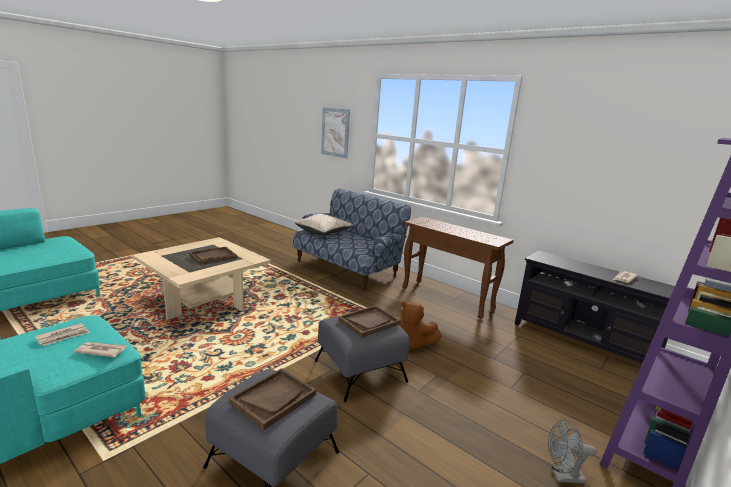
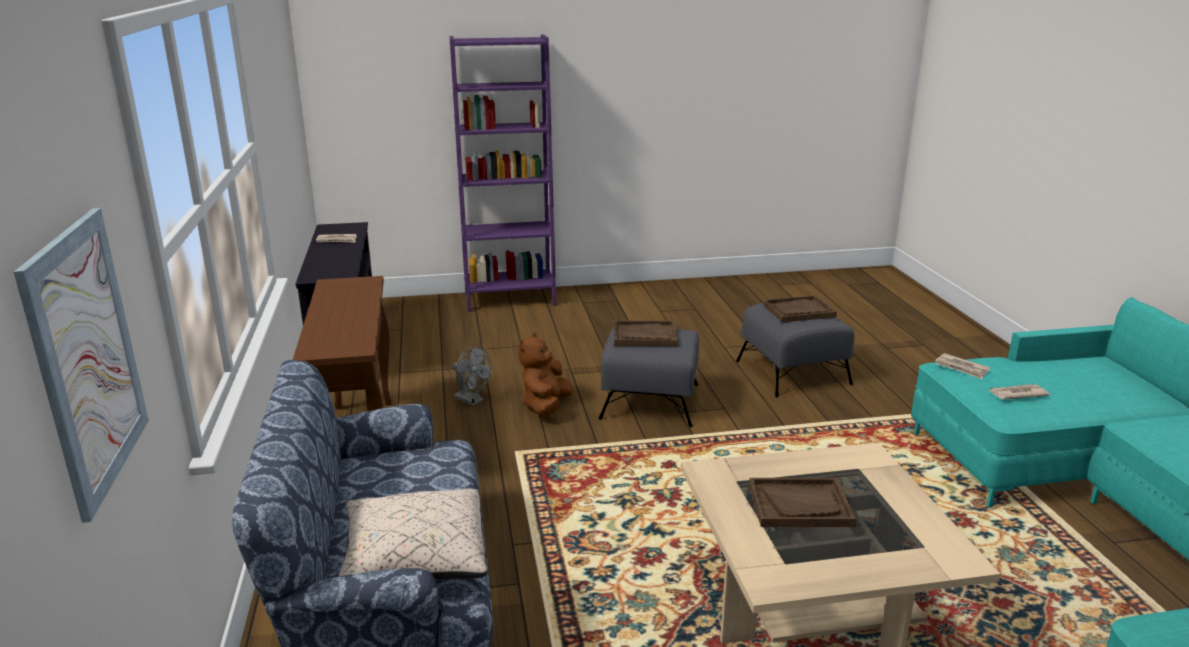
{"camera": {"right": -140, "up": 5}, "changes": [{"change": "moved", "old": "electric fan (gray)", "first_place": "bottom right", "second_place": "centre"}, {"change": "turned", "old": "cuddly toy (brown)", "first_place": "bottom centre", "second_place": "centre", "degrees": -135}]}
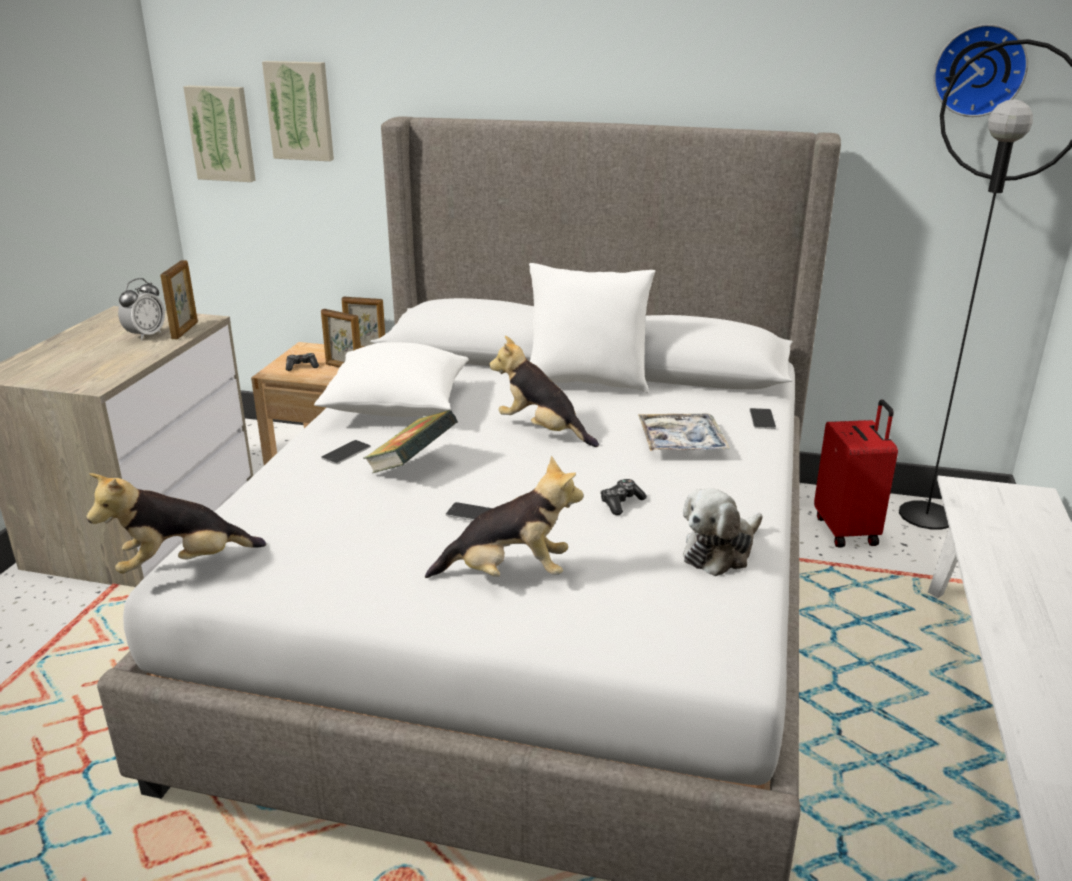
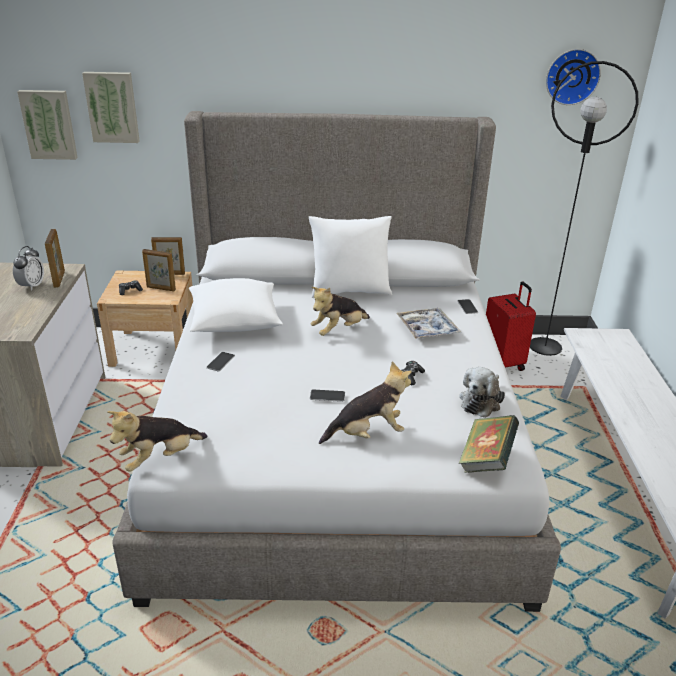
{"camera": {"right": -15, "up": 5}, "changes": [{"change": "moved", "old": "bound book", "first_place": "centre", "second_place": "middle right"}, {"change": "turned", "old": "cuddly toy (3rd from left in the first image)", "first_place": "centre", "second_place": "centre", "degrees": -60}]}
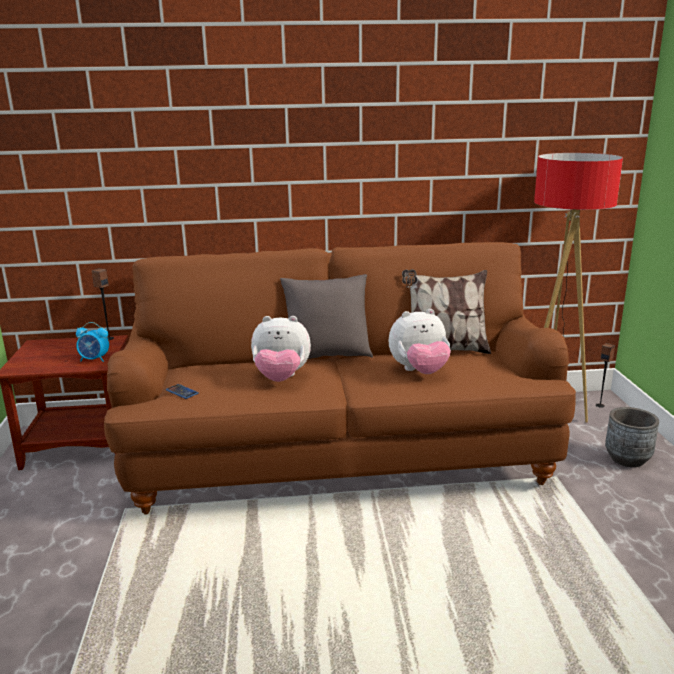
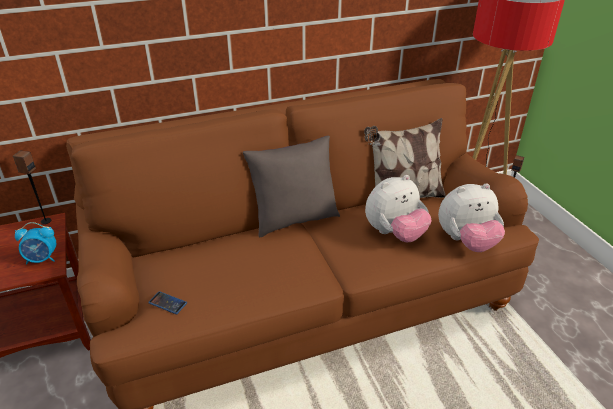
{"camera": {"right": -15, "up": 15}, "changes": [{"change": "removed", "old": "plant pot (gray)", "first_place": "middle right"}, {"change": "moved", "old": "cuddly toy (1st from left in the first image)", "new": "cuddly toy (2nd from left)", "first_place": "centre", "second_place": "middle right"}]}
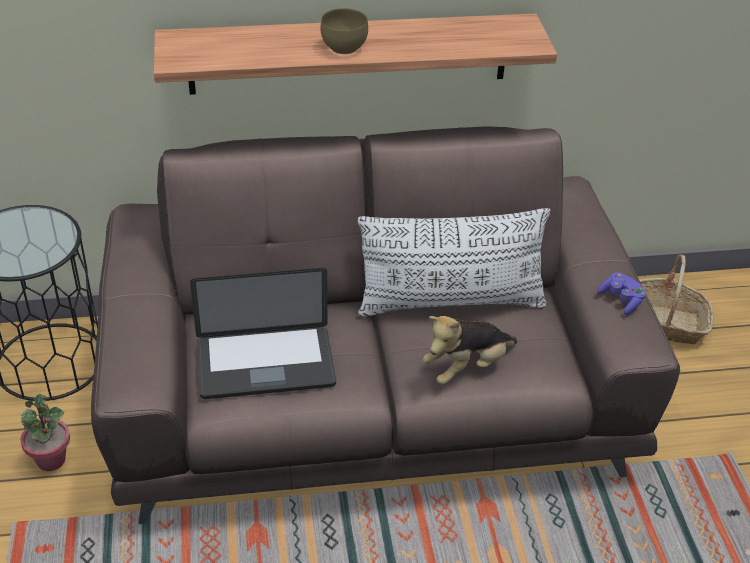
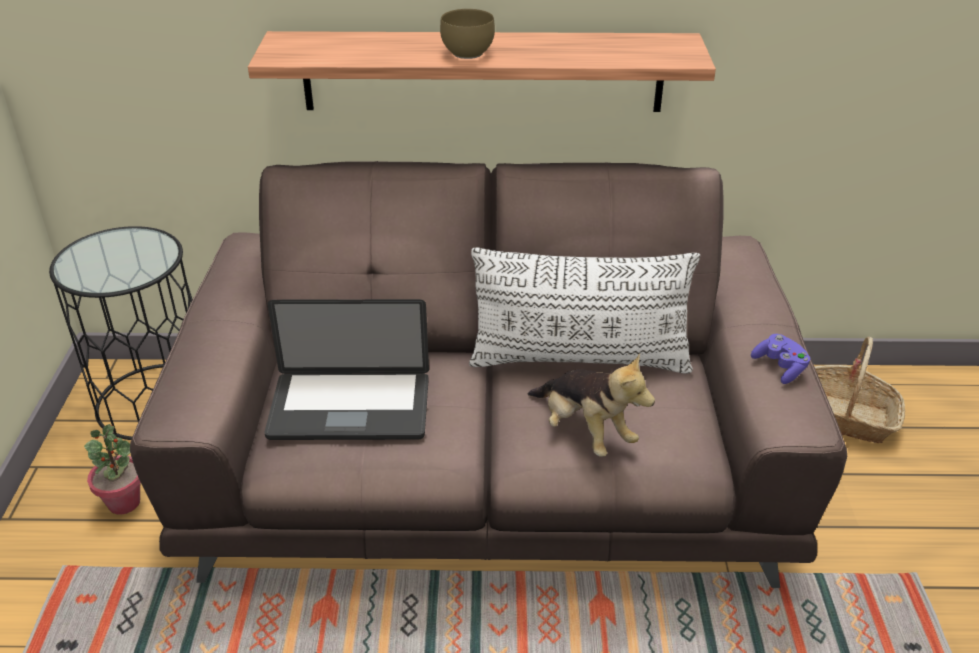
{"camera": {"right": 10, "up": -5}, "changes": [{"change": "turned", "old": "cuddly toy", "first_place": "centre", "second_place": "centre", "degrees": -105}]}
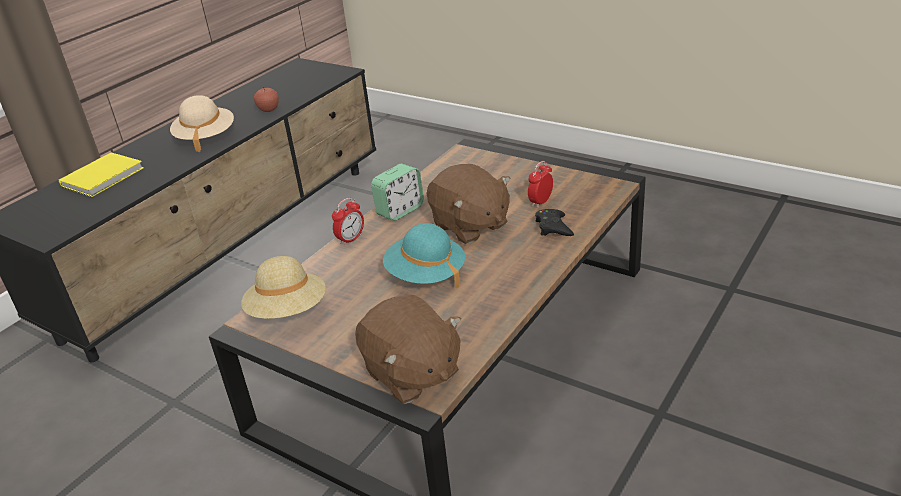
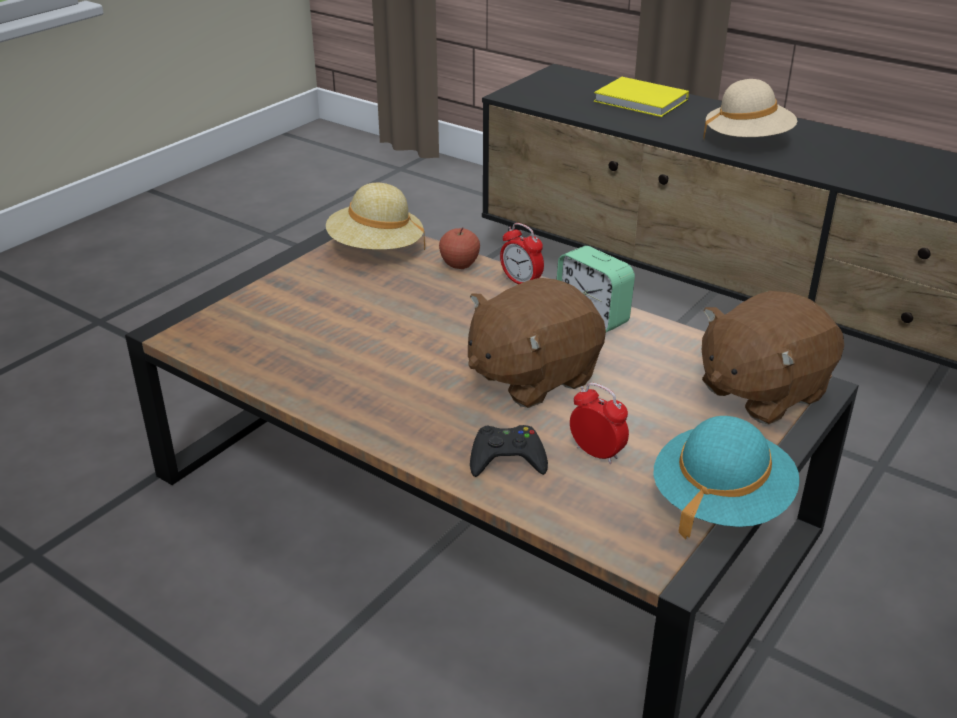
{"camera": {"right": 90, "up": 0}, "changes": [{"change": "moved", "old": "apple", "first_place": "top left", "second_place": "centre"}, {"change": "moved", "old": "cuddly toy (brown) (1st from left in the first image)", "new": "cuddly toy (brown) (2nd from left)", "first_place": "bottom centre", "second_place": "middle right"}, {"change": "moved", "old": "clothing hat (turquoise)", "first_place": "centre", "second_place": "middle right"}]}
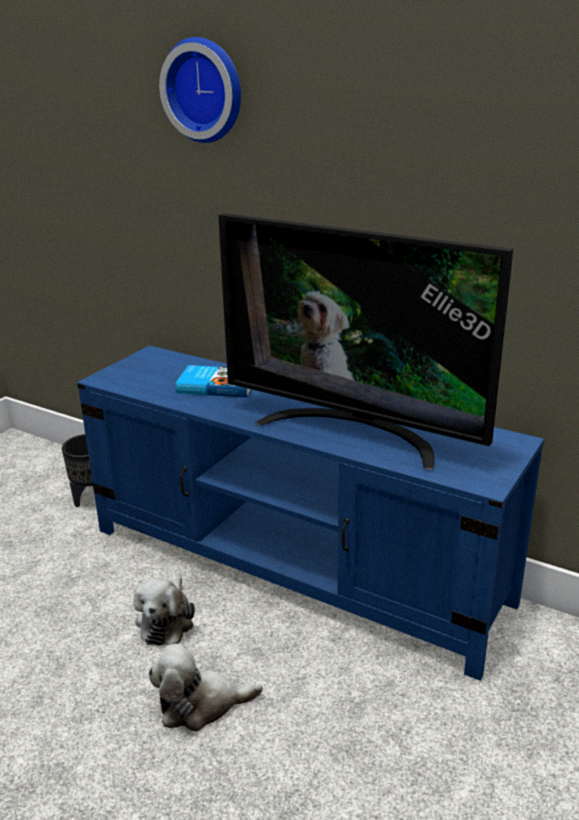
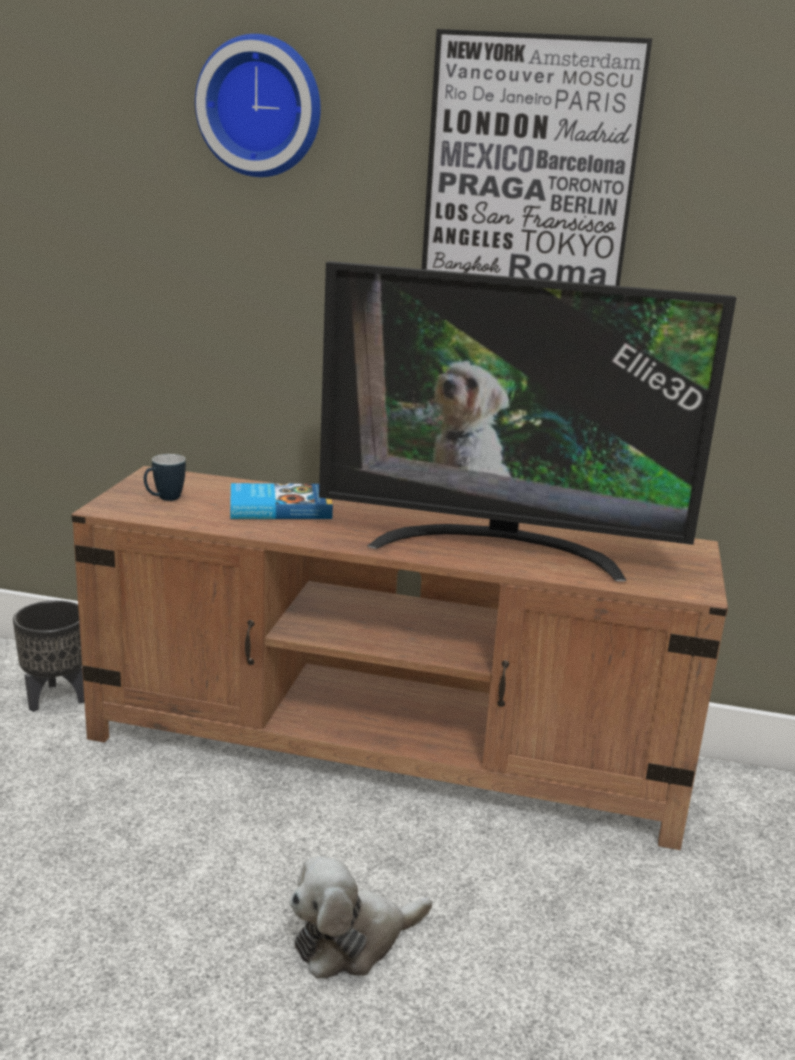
{"camera": {"right": -20, "up": -5}, "changes": [{"change": "removed", "old": "cuddly toy (1st from left)", "first_place": "bottom left"}, {"change": "added", "new": "mug", "second_place": "middle left"}, {"change": "added", "new": "wall picture", "second_place": "top right"}, {"change": "recoloured", "old": "media console (blue-coloured)", "new": "media console (brown)", "first_place": "centre", "second_place": "centre"}]}
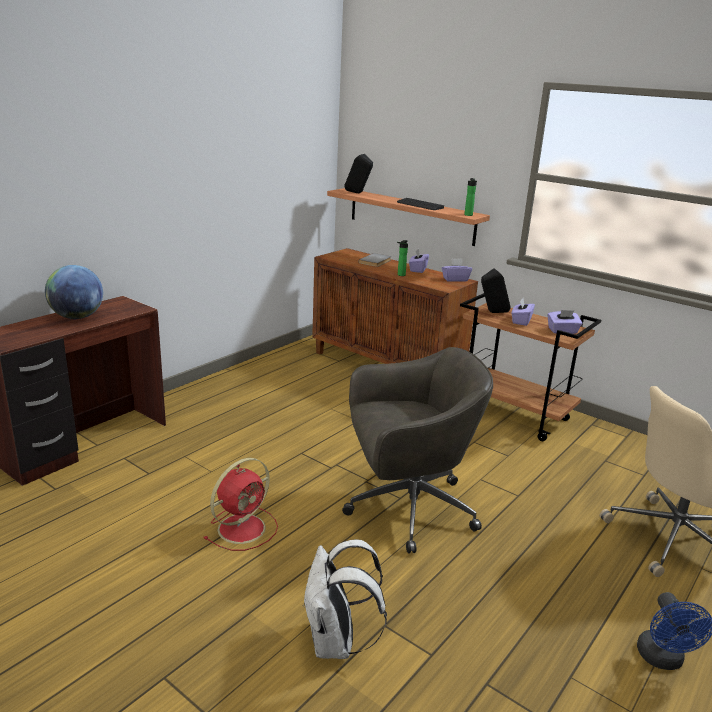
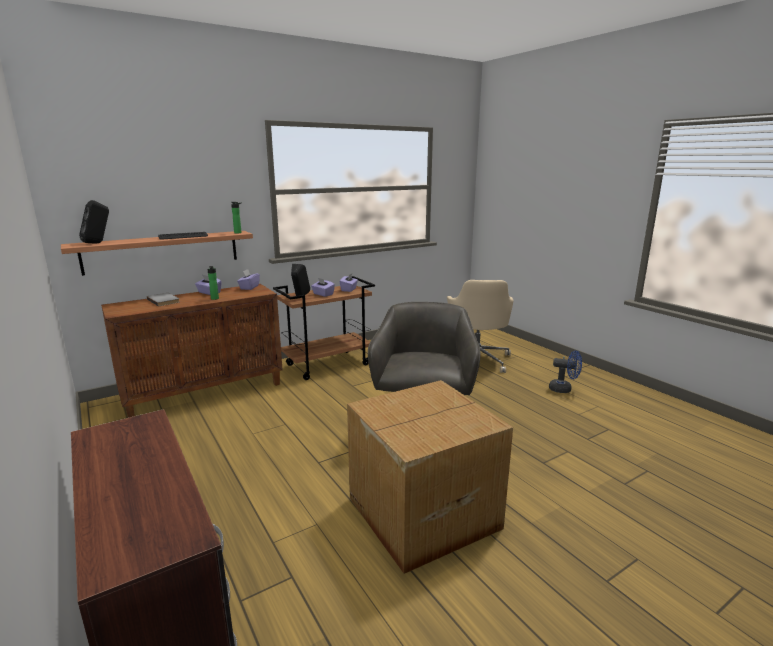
{"camera": {"right": -70, "up": -5}, "changes": [{"change": "removed", "old": "globe", "first_place": "middle left"}, {"change": "removed", "old": "rucksack (white-coloured)", "first_place": "bottom centre"}, {"change": "replaced", "old": "electric fan (reddish)", "new": "cardboard box", "first_place": "bottom centre", "second_place": "bottom centre"}]}
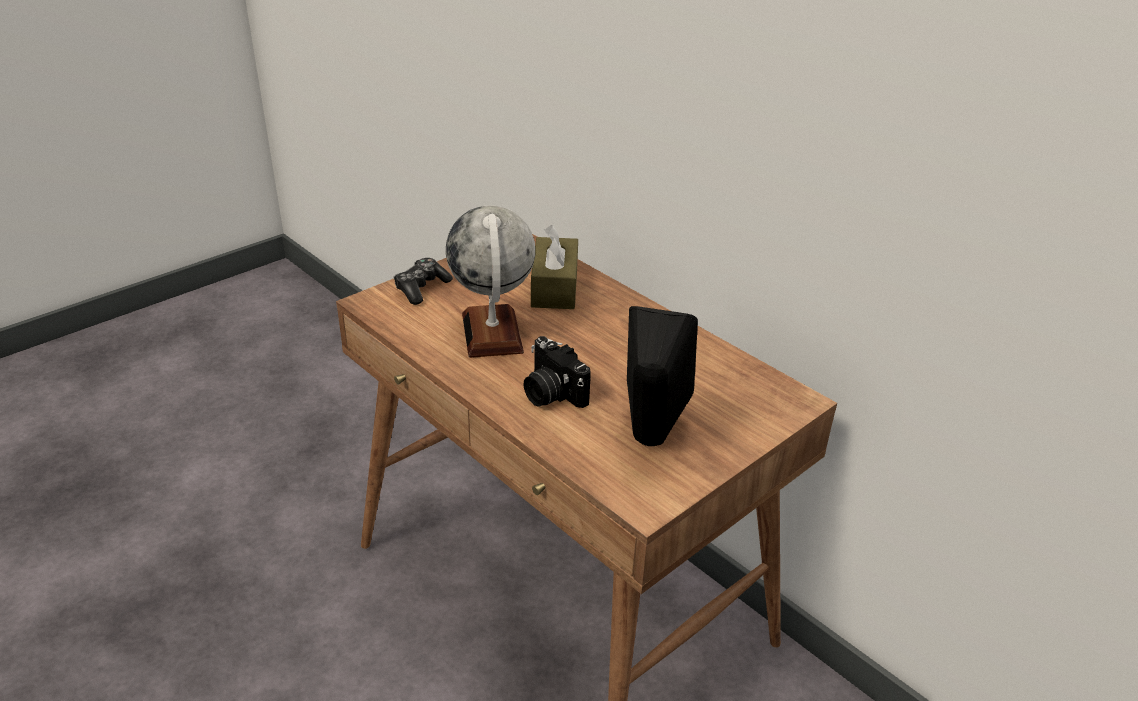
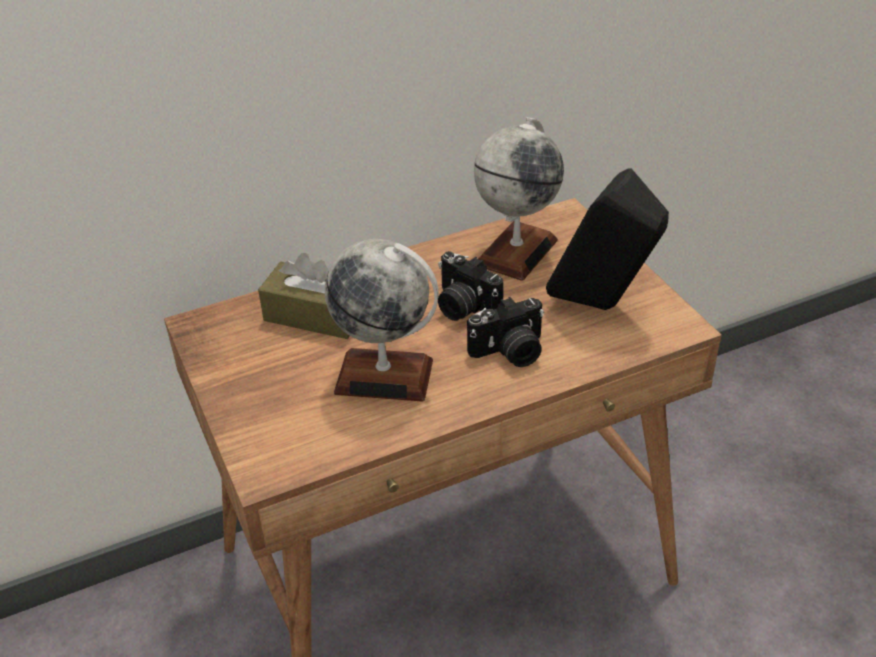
{"camera": {"right": -70, "up": 5}, "changes": [{"change": "removed", "old": "game controller", "first_place": "centre"}, {"change": "added", "new": "still camera (1st from left)", "second_place": "centre"}, {"change": "added", "new": "globe (2nd from left)", "second_place": "top centre"}]}
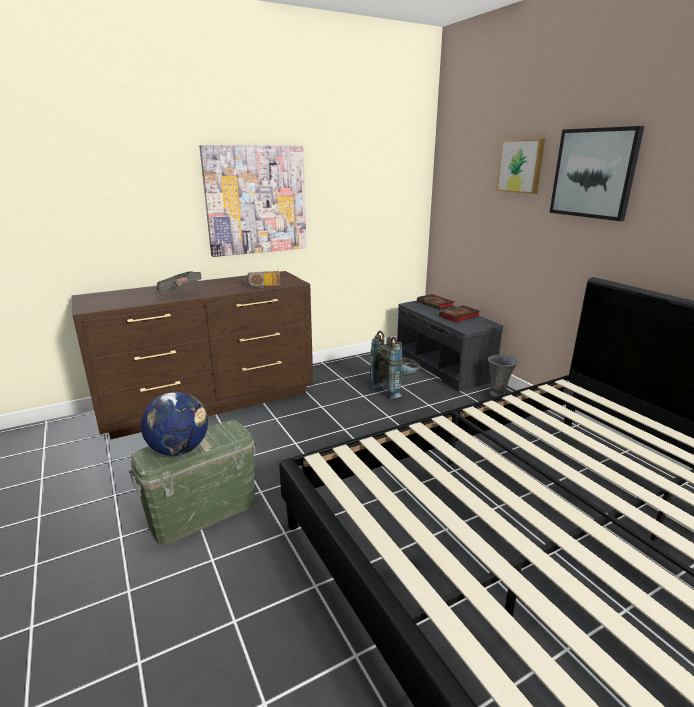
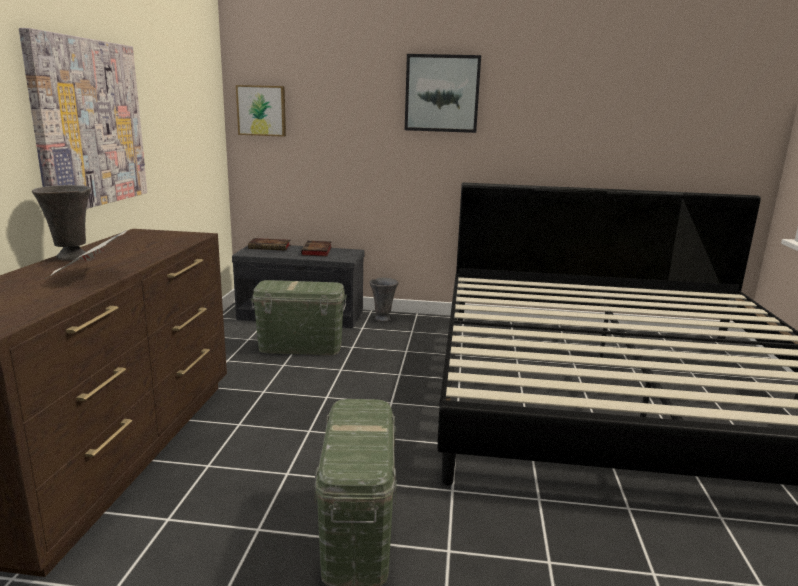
{"camera": {"right": -55, "up": -5}, "changes": [{"change": "removed", "old": "globe", "first_place": "middle left"}, {"change": "removed", "old": "radio set", "first_place": "centre"}, {"change": "added", "new": "flower vase (gray) (1st from left)", "second_place": "middle left"}, {"change": "moved", "old": "wall picture (2nd from left)", "first_place": "top right", "second_place": "top left"}, {"change": "replaced", "old": "rucksack (gray)", "new": "storage bin (green-coloured) (1st from left)", "first_place": "centre", "second_place": "centre"}]}
